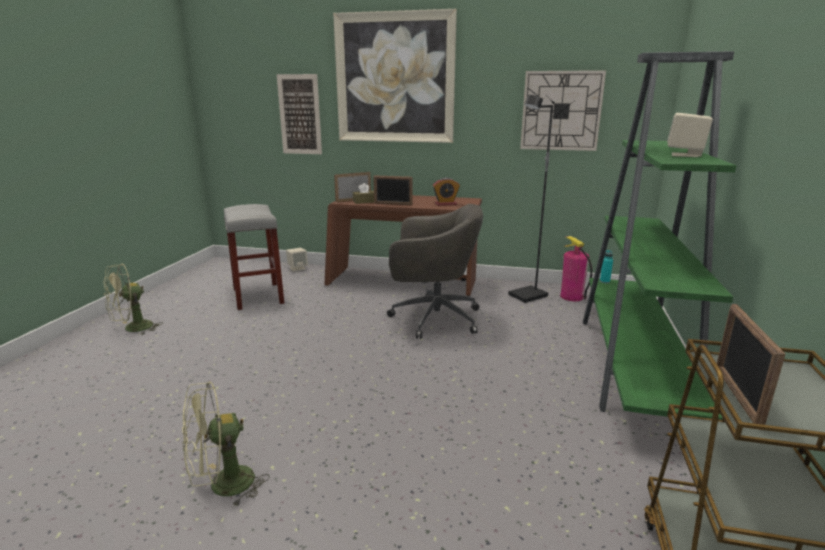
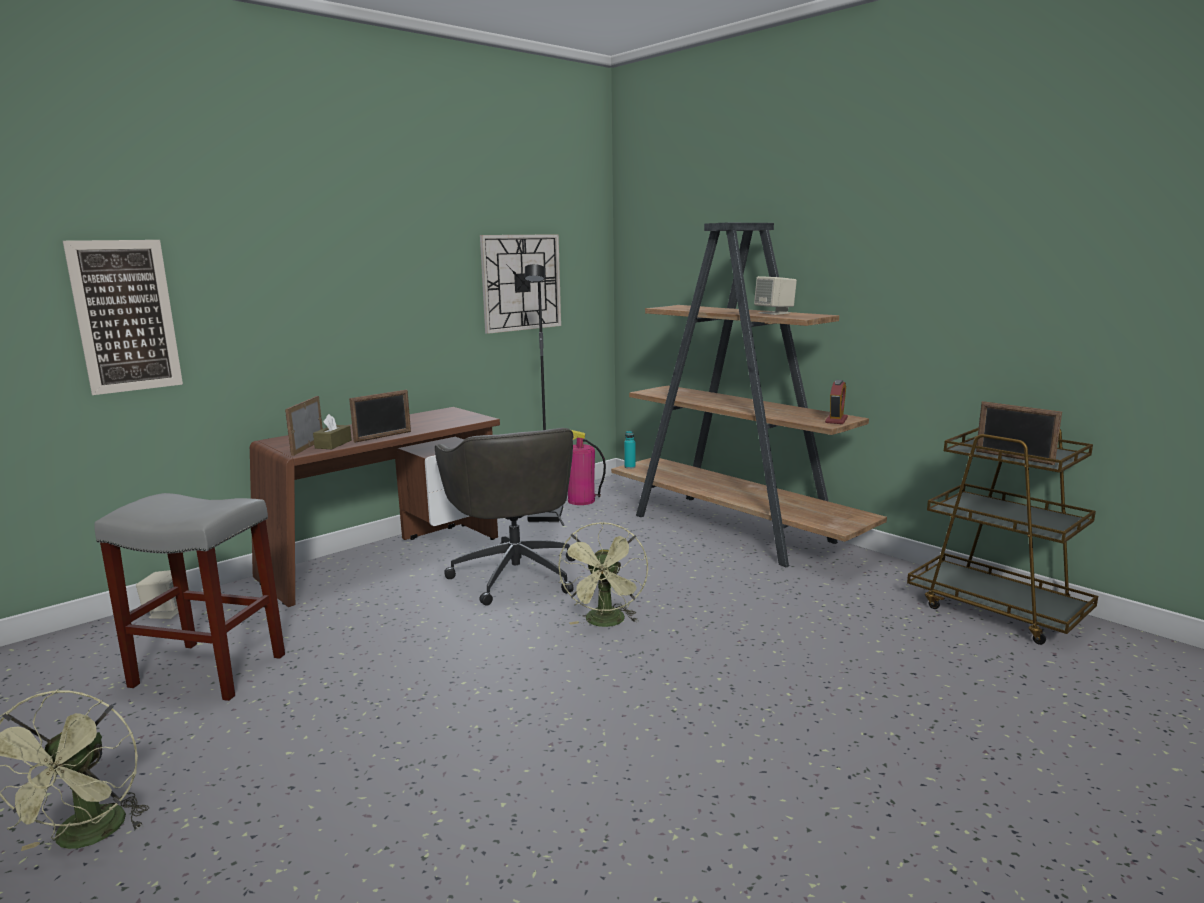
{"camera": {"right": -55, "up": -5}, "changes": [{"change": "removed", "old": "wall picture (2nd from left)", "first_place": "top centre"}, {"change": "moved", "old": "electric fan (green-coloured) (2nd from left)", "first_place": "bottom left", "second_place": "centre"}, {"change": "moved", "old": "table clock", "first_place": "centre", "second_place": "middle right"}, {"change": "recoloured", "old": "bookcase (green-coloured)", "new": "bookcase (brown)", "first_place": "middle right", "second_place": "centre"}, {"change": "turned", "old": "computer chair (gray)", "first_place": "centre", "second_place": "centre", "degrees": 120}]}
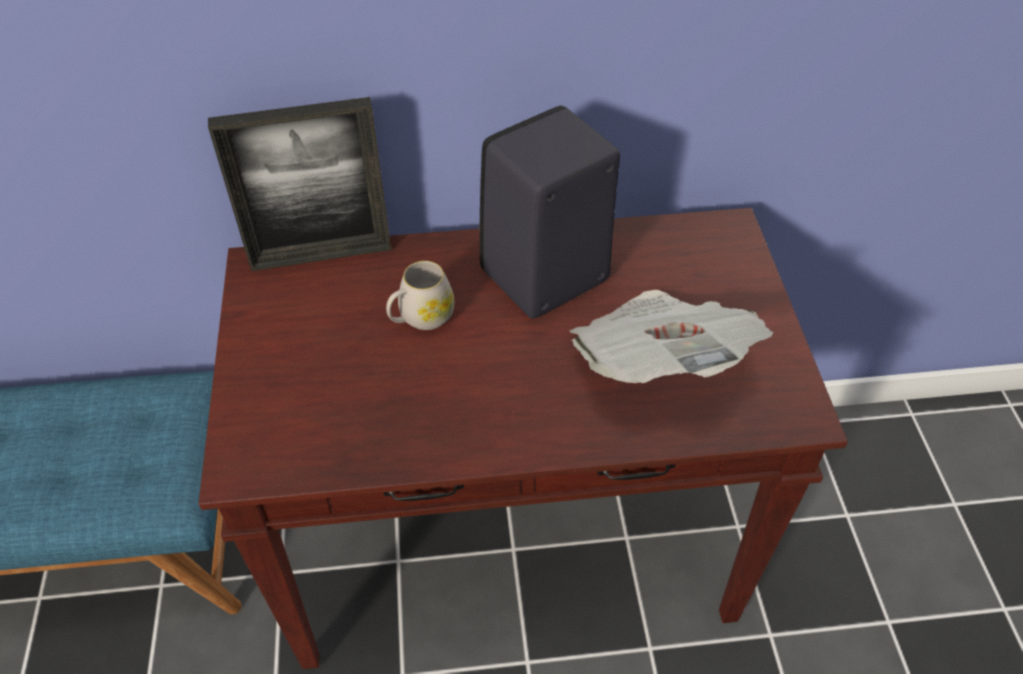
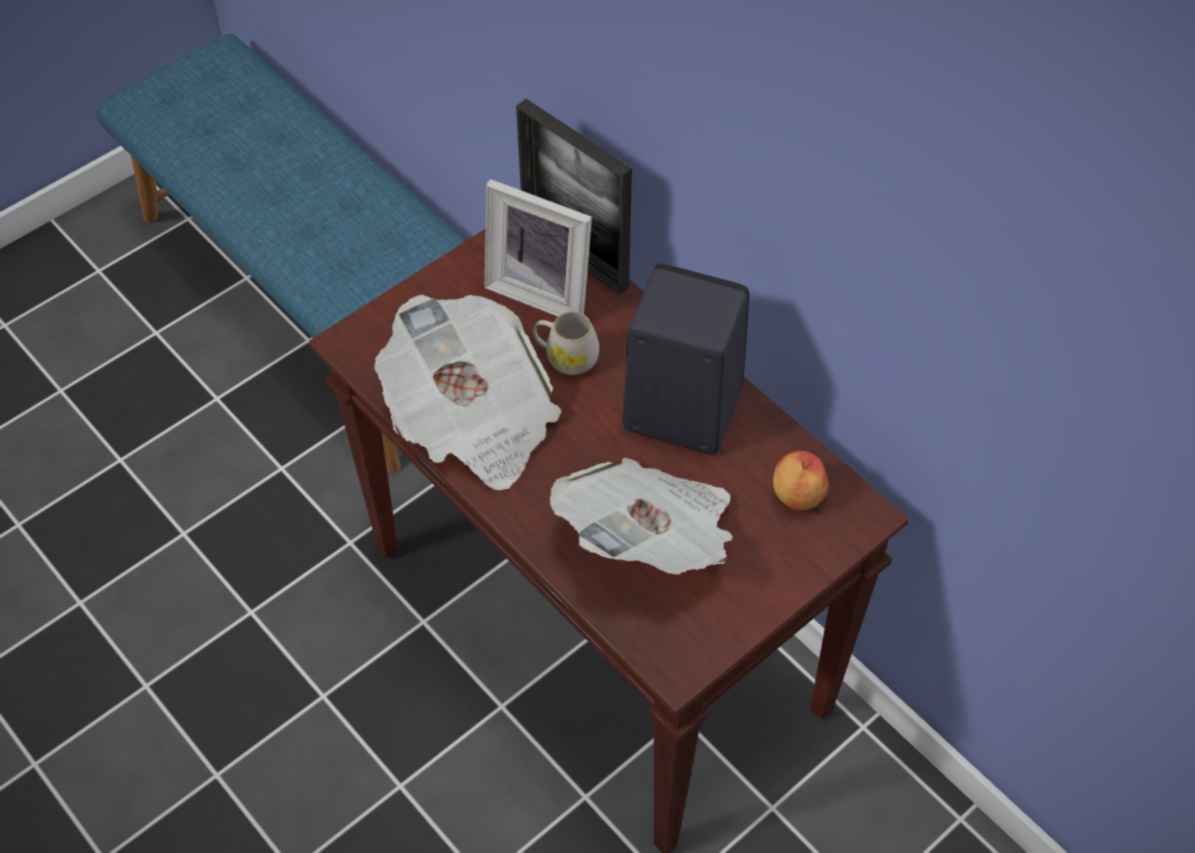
{"camera": {"right": 55, "up": 5}, "changes": [{"change": "added", "new": "printed paper (1st from left)", "second_place": "centre"}, {"change": "added", "new": "standing frame (1st from left)", "second_place": "top centre"}, {"change": "added", "new": "apple", "second_place": "middle right"}]}
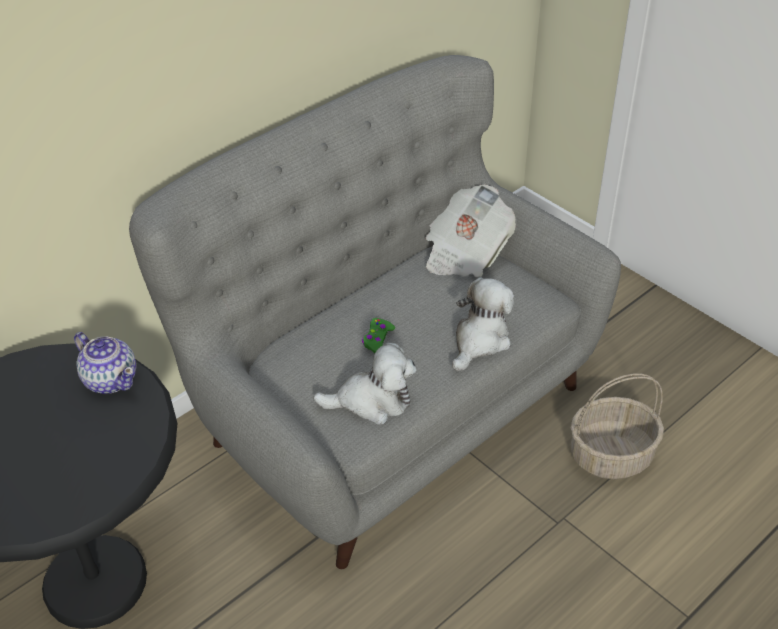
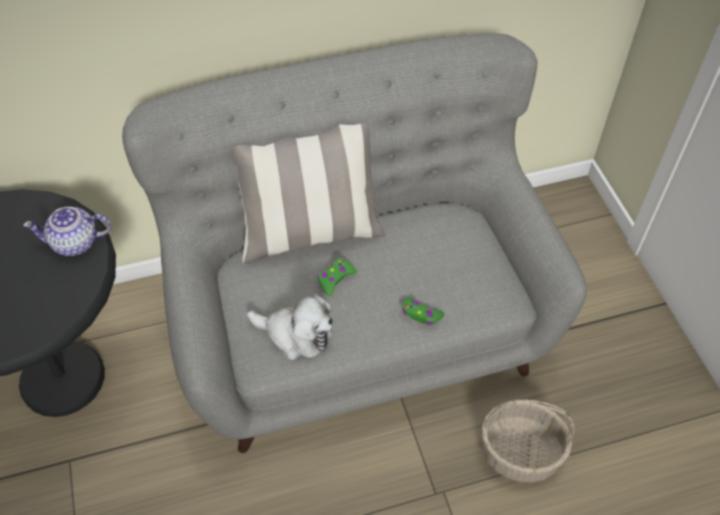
{"camera": {"right": 25, "up": 10}, "changes": [{"change": "removed", "old": "printed paper", "first_place": "centre"}, {"change": "added", "new": "throw pillow", "second_place": "centre"}, {"change": "replaced", "old": "cuddly toy (2nd from left)", "new": "game controller (green-coloured) (2nd from left)", "first_place": "centre", "second_place": "centre"}, {"change": "turned", "old": "teapot", "first_place": "middle left", "second_place": "middle left", "degrees": 105}]}
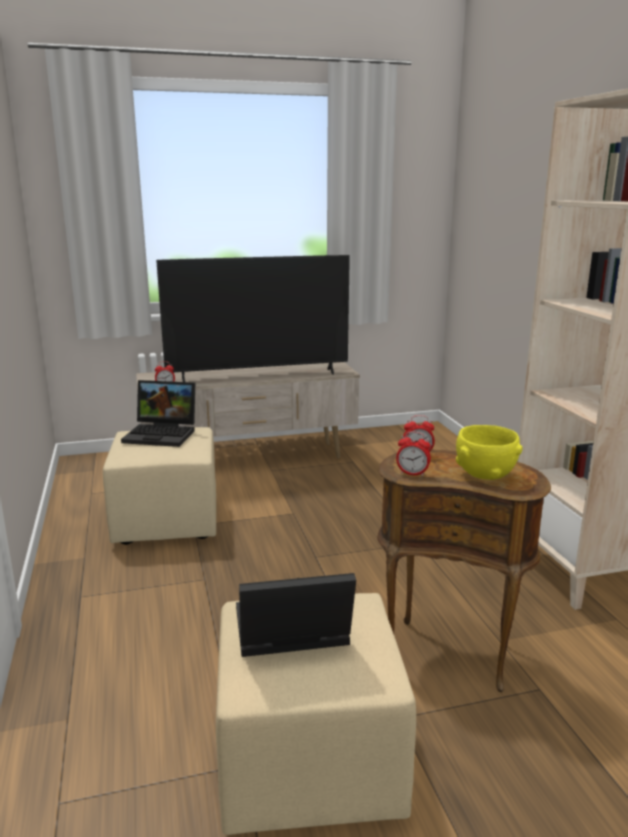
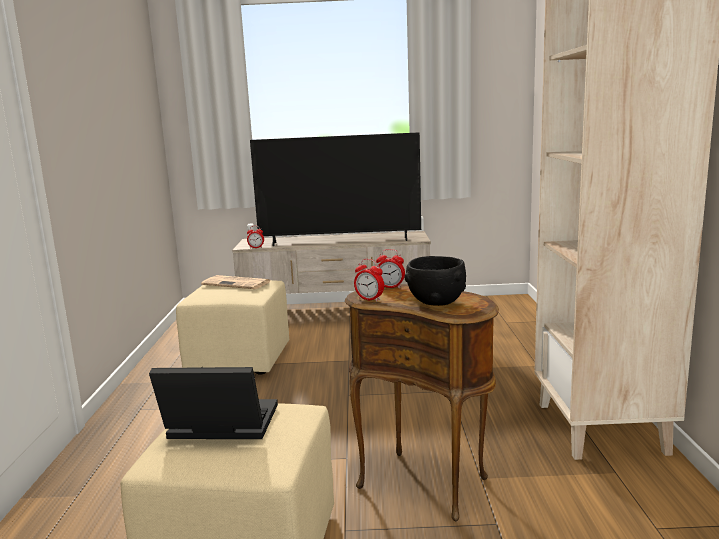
{"camera": {"right": 15, "up": -5}, "changes": [{"change": "replaced", "old": "notebook computer (1st from left)", "new": "printed paper", "first_place": "middle left", "second_place": "middle left"}, {"change": "recoloured", "old": "deep dish (yellowish)", "new": "deep dish (black)", "first_place": "middle right", "second_place": "centre"}]}
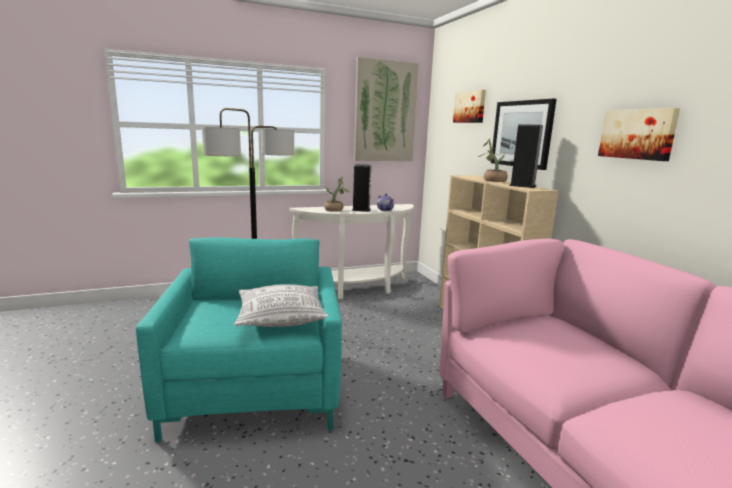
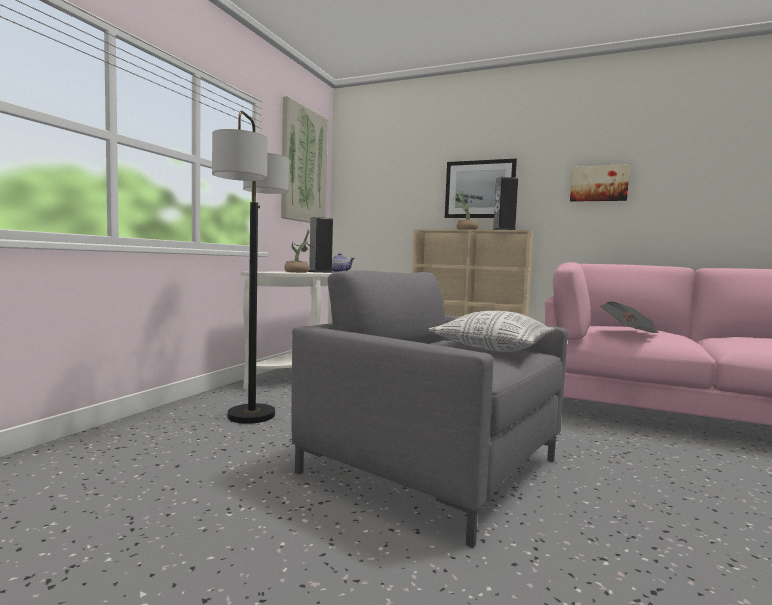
{"camera": {"right": -45, "up": -10}, "changes": [{"change": "removed", "old": "wall picture (2nd from left)", "first_place": "top centre"}, {"change": "added", "new": "printed paper", "second_place": "middle right"}, {"change": "recoloured", "old": "armchair (turquoise)", "new": "armchair (gray)", "first_place": "bottom left", "second_place": "bottom centre"}]}
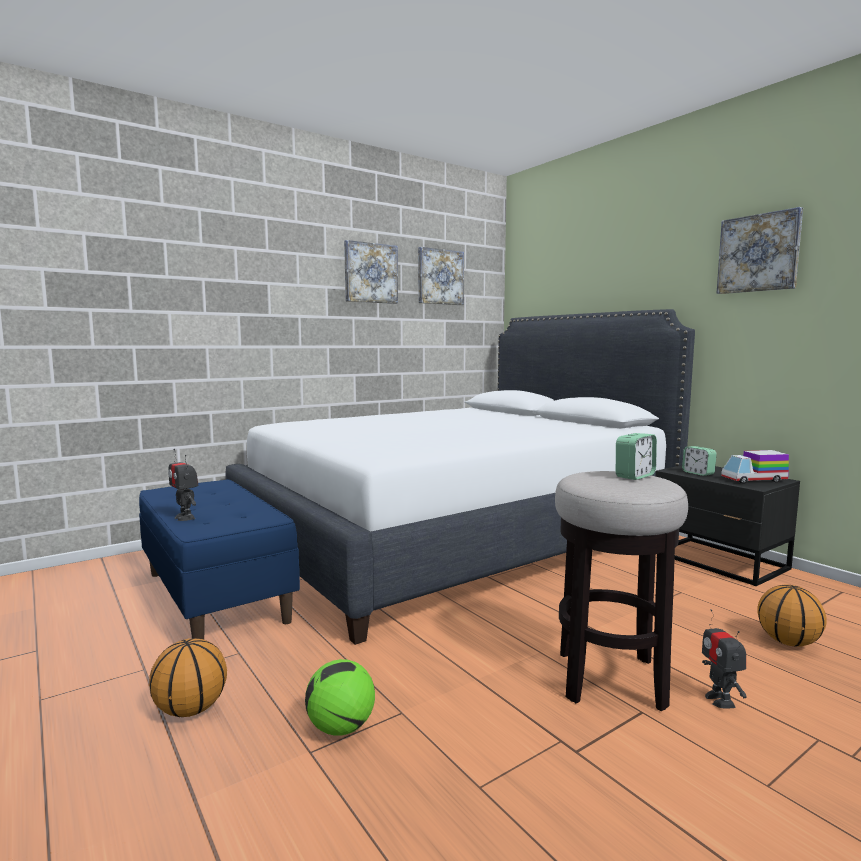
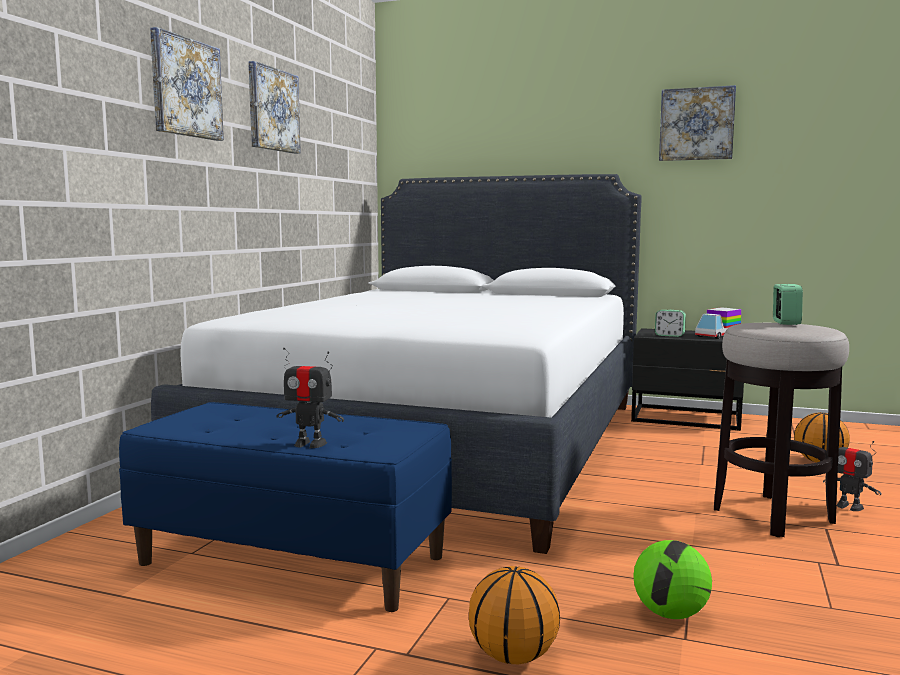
{"camera": {"right": -35, "up": 0}, "changes": [{"change": "moved", "old": "wall picture (2nd from left in the first image)", "new": "wall picture (1st from left)", "first_place": "top centre", "second_place": "top left"}]}
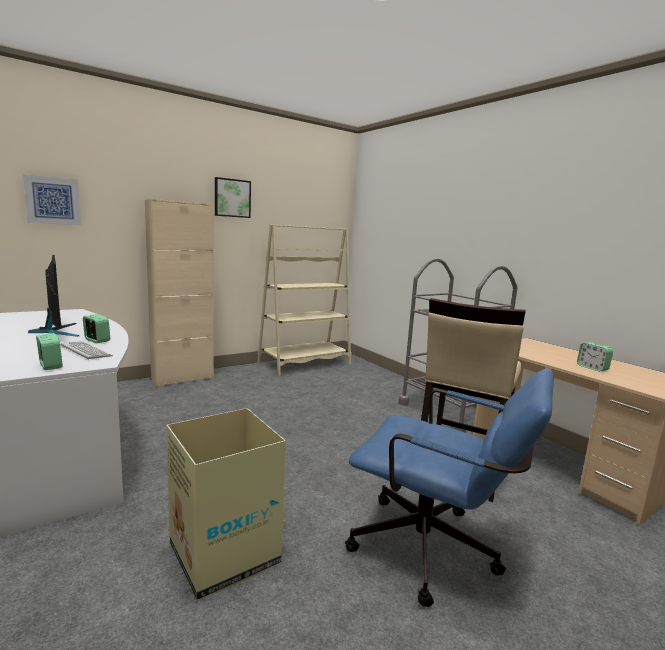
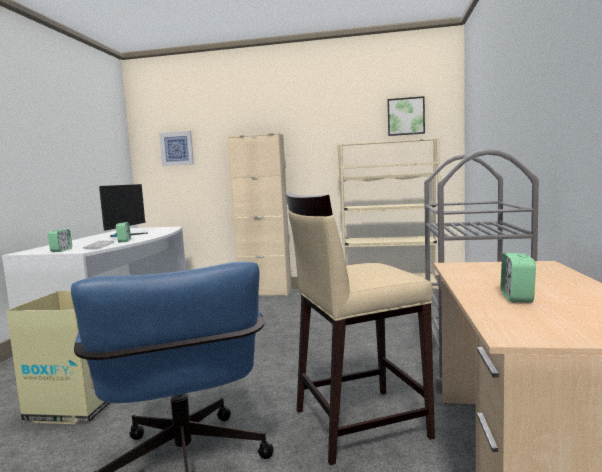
{"camera": {"right": 45, "up": -5}, "changes": [{"change": "moved", "old": "wall picture (2nd from left)", "first_place": "top centre", "second_place": "top right"}]}
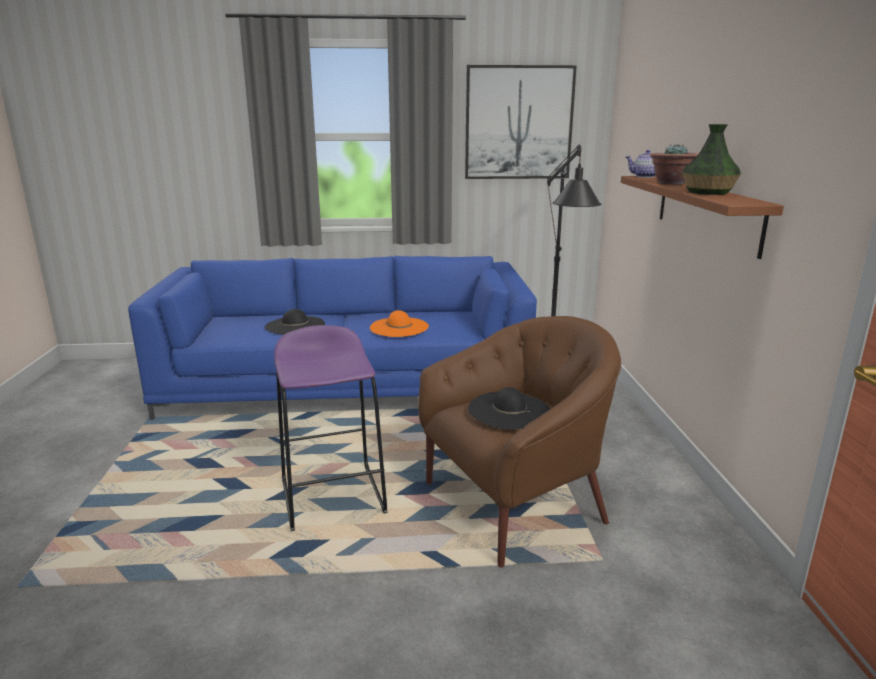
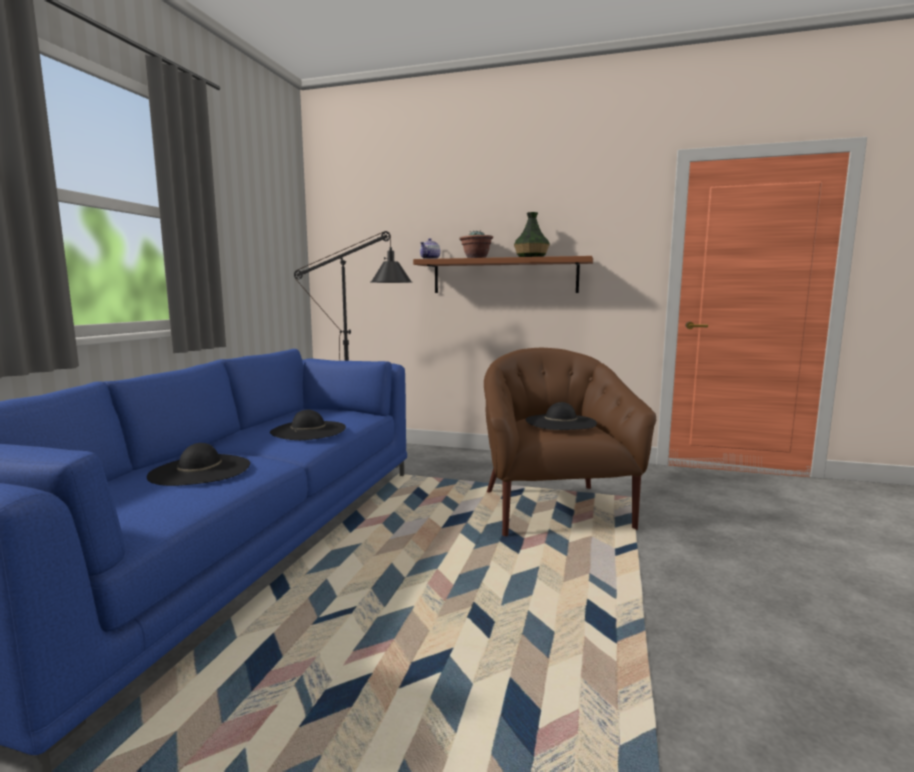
{"camera": {"right": -70, "up": -10}, "changes": [{"change": "removed", "old": "stool (purple)", "first_place": "centre"}, {"change": "removed", "old": "wall picture", "first_place": "top centre"}, {"change": "recoloured", "old": "clothing hat (orange)", "new": "clothing hat (black) (2nd from left)", "first_place": "centre", "second_place": "centre"}]}
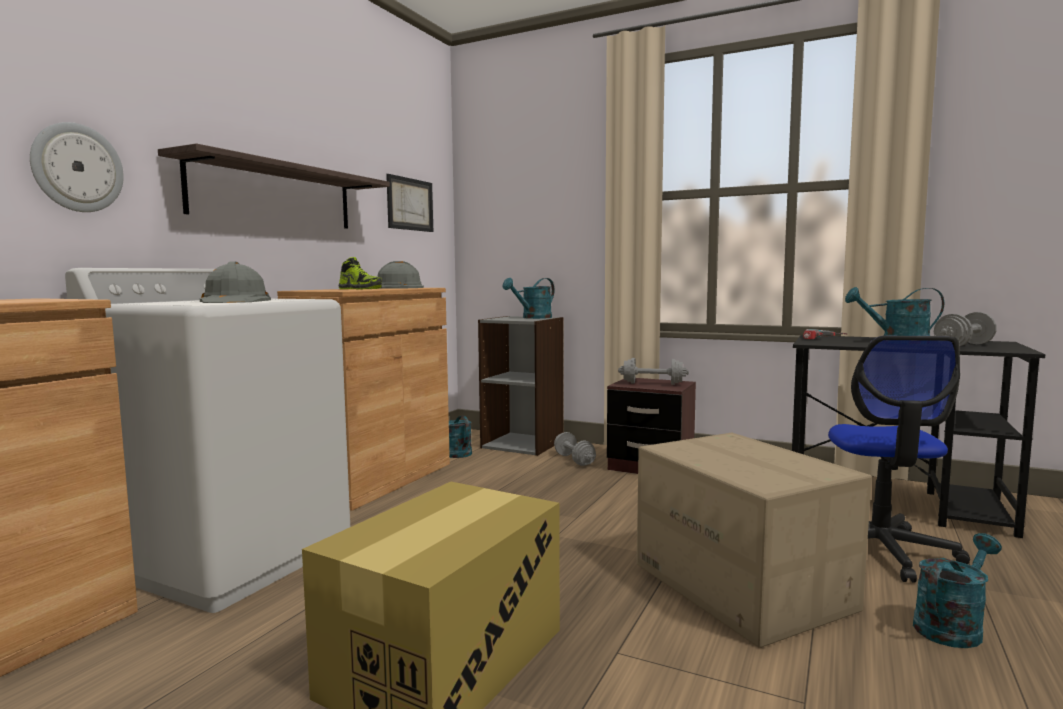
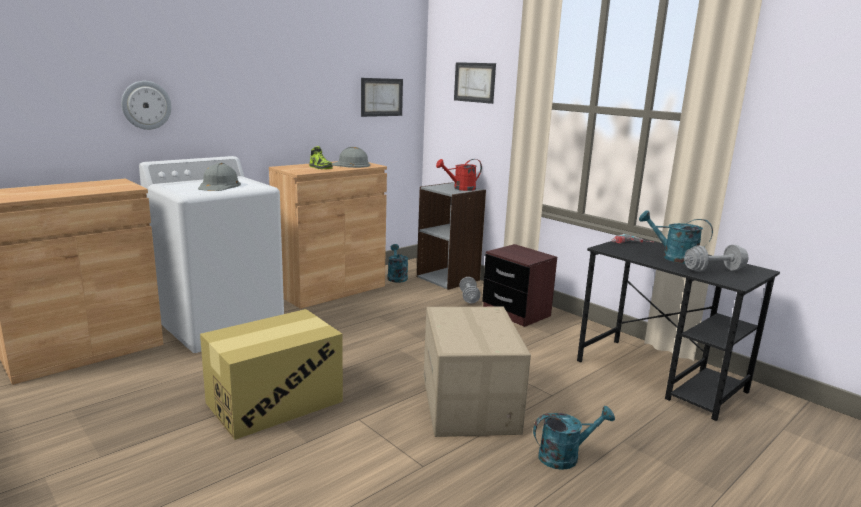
{"camera": {"right": 20, "up": 10}, "changes": [{"change": "removed", "old": "shelf", "first_place": "top left"}, {"change": "removed", "old": "free weight (gray) (2nd from left)", "first_place": "centre"}, {"change": "removed", "old": "computer chair", "first_place": "middle right"}, {"change": "added", "new": "wall picture (2nd from left)", "second_place": "top centre"}, {"change": "recoloured", "old": "watering can (turquoise) (2nd from left)", "new": "watering can (reddish)", "first_place": "centre", "second_place": "centre"}]}
